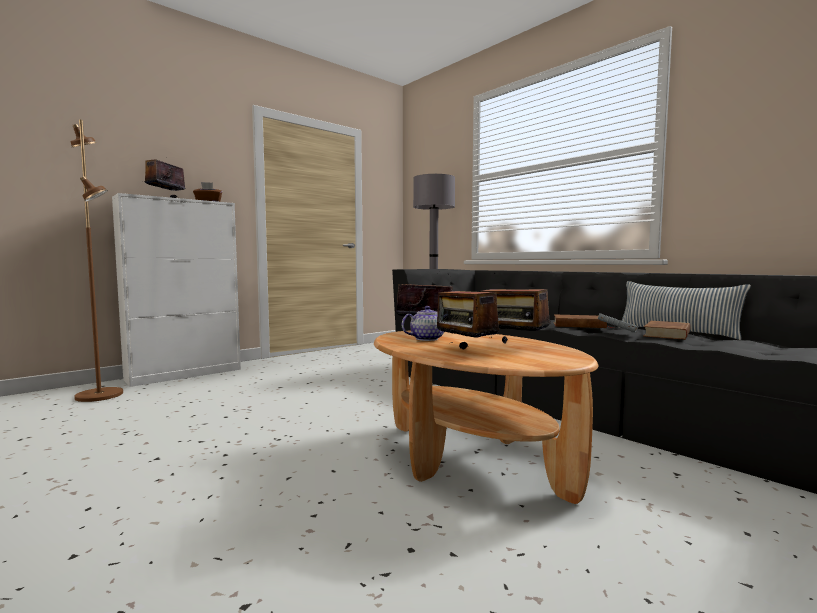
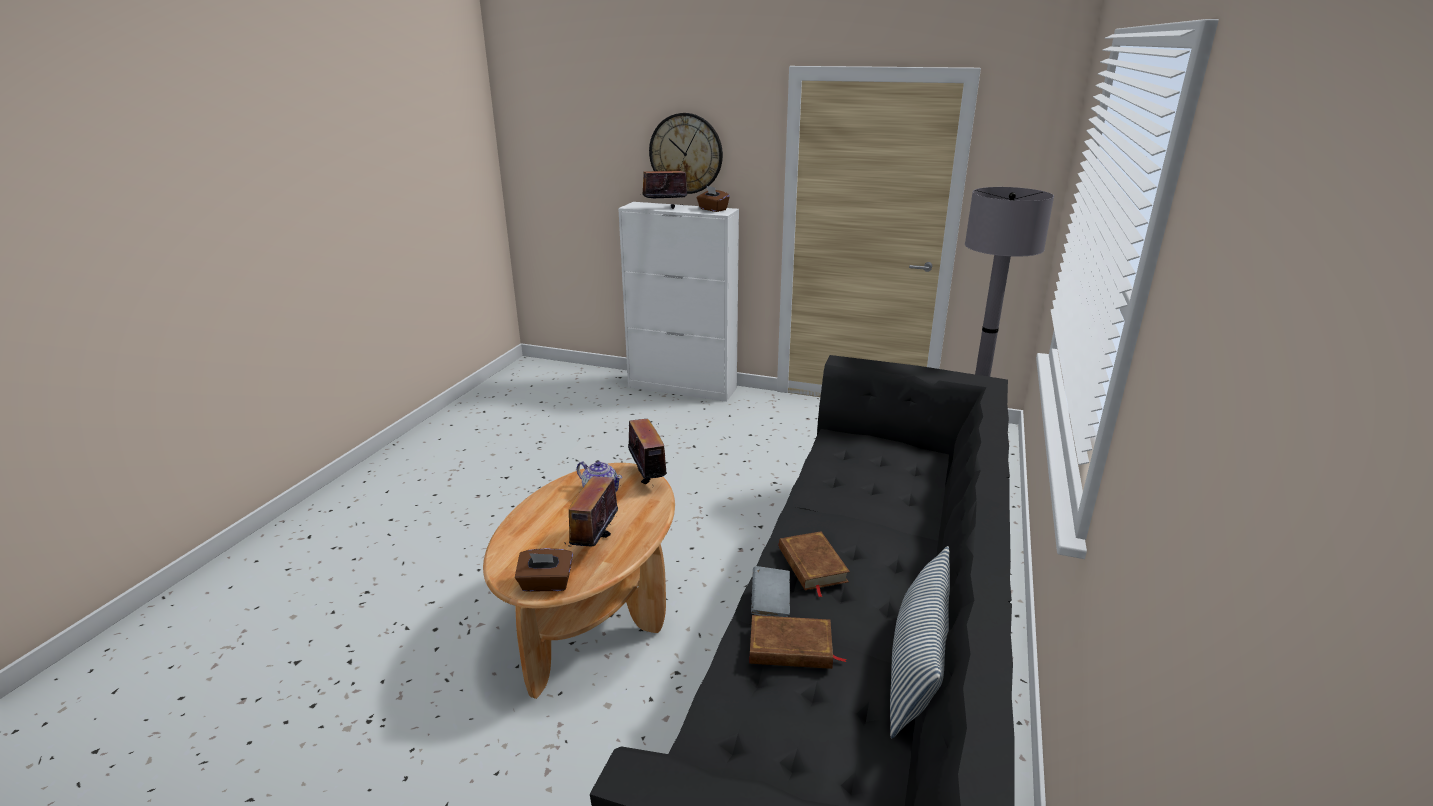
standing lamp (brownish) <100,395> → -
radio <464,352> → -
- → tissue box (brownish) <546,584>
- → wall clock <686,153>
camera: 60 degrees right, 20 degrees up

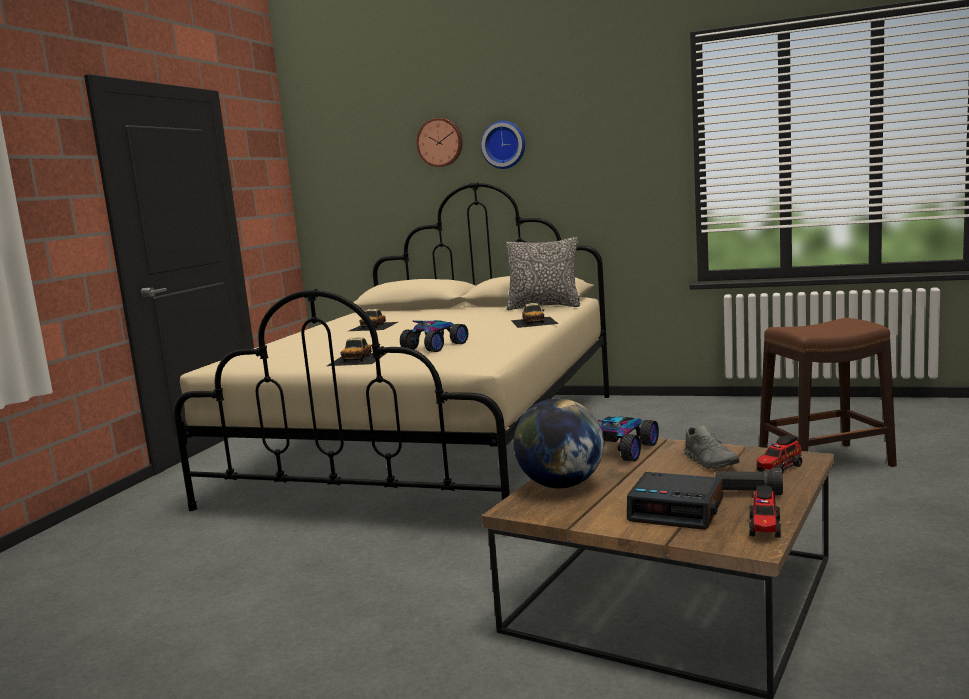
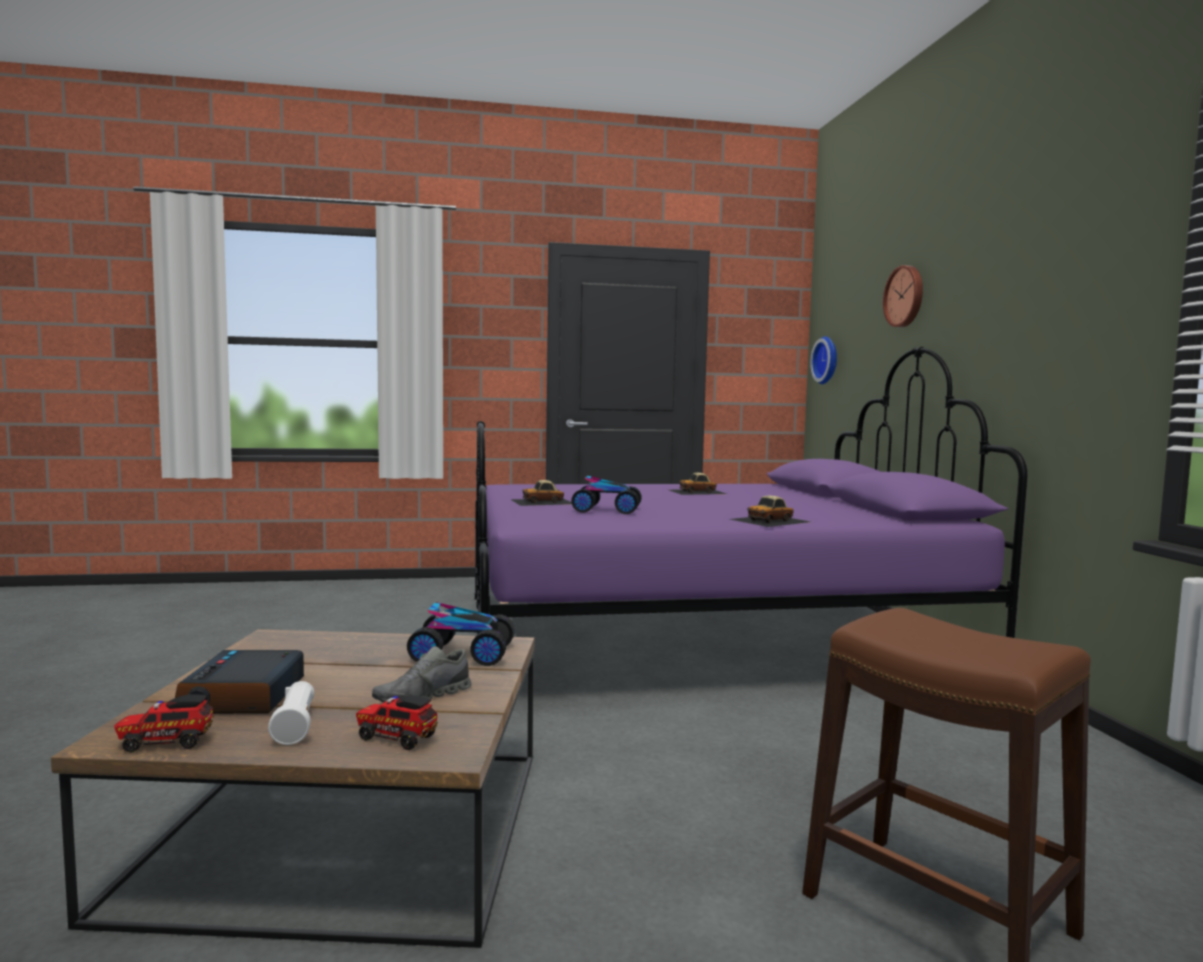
bedroom bed (beige) <433,446> → bedroom bed (purple) <701,638>
wall clock <504,145> → wall clock <827,360>, move
cushion <544,306> → -
globe <560,485> → -
torch (black-coloured) <748,493> → torch (white) <295,726>
camera: 60 degrees right, 5 degrees down

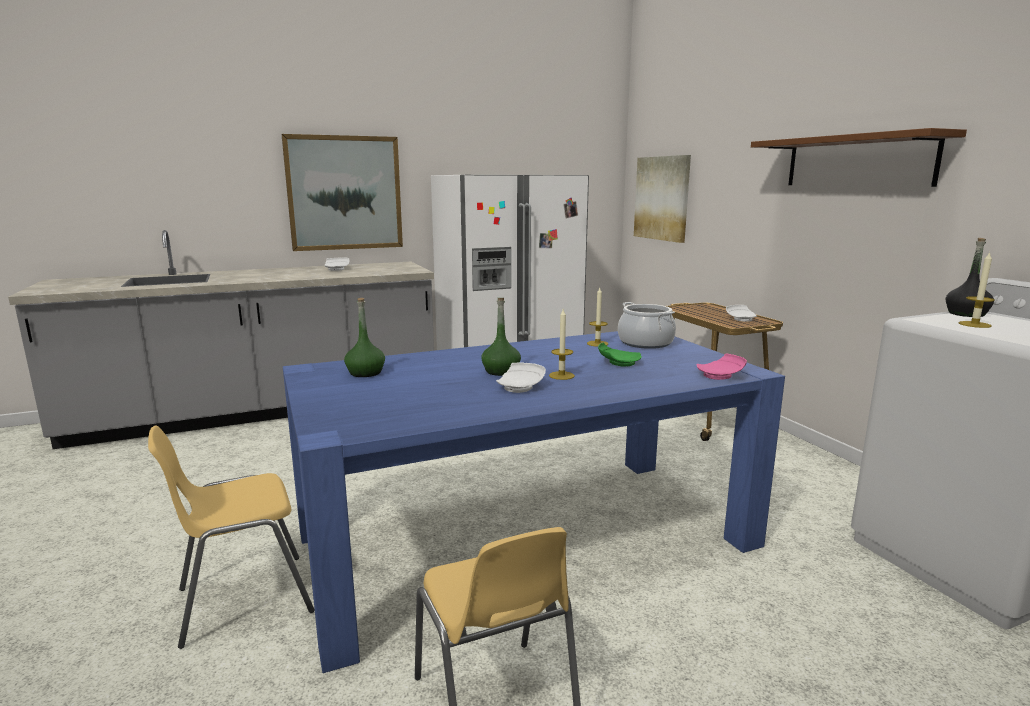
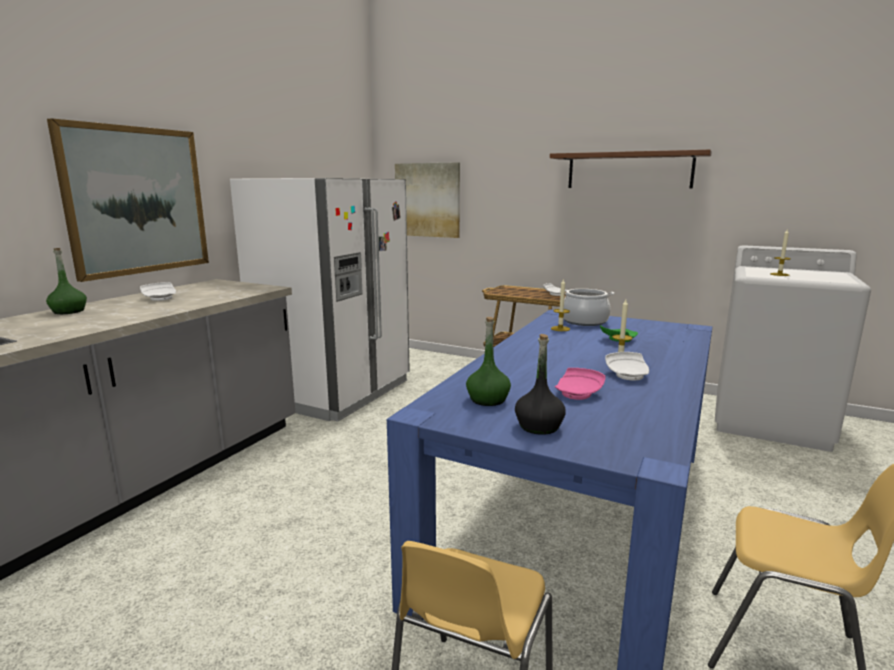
beverage bottle (green) <501,371> → beverage bottle (green) <68,311>, move
flat dish (pinkish) <721,376> → flat dish (pinkish) <578,393>, move
beverage bottle (black-coloured) <966,314> → beverage bottle (black-coloured) <539,426>, move
camera: 40 degrees left, 0 degrees up

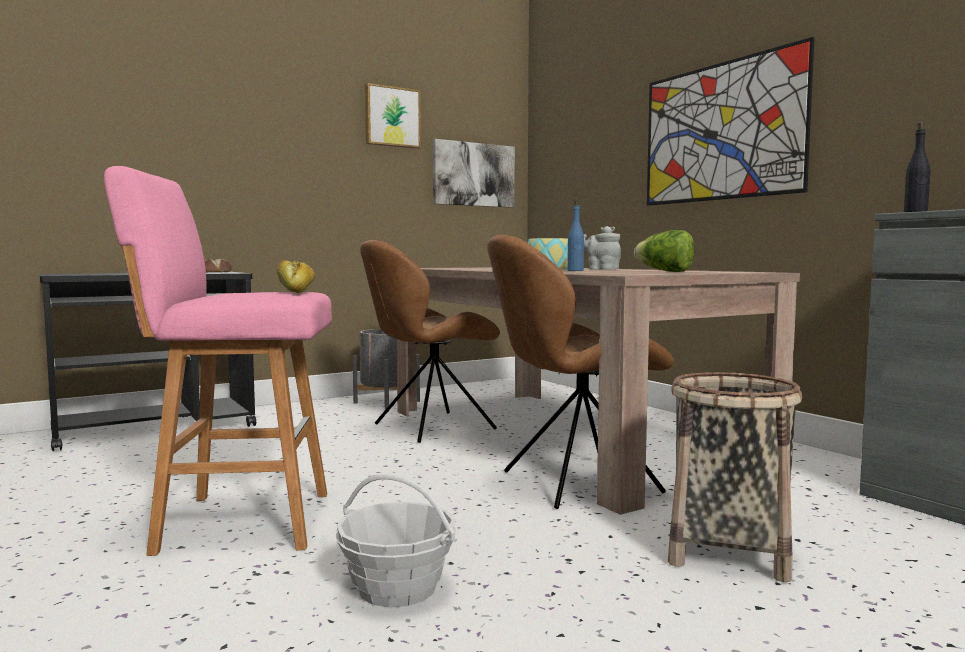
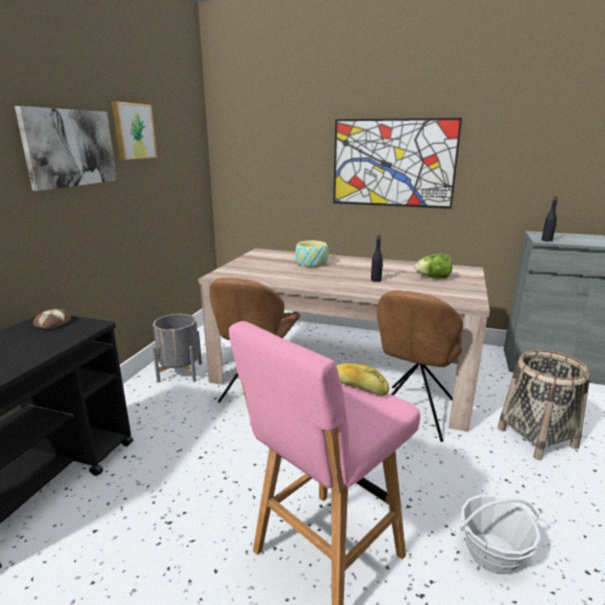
wall picture <473,174> → wall picture <70,148>, move
beverage bottle (blue-coloured) <575,270> → beverage bottle (black-coloured) <376,280>
teapot (gray) <601,269> → -
camera: 40 degrees left, 15 degrees up

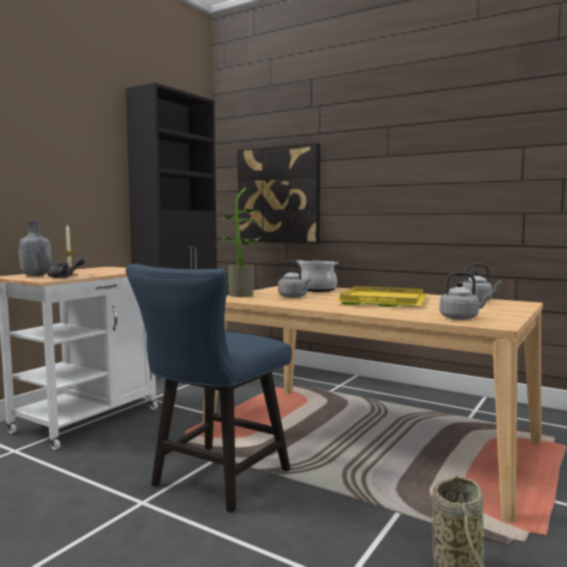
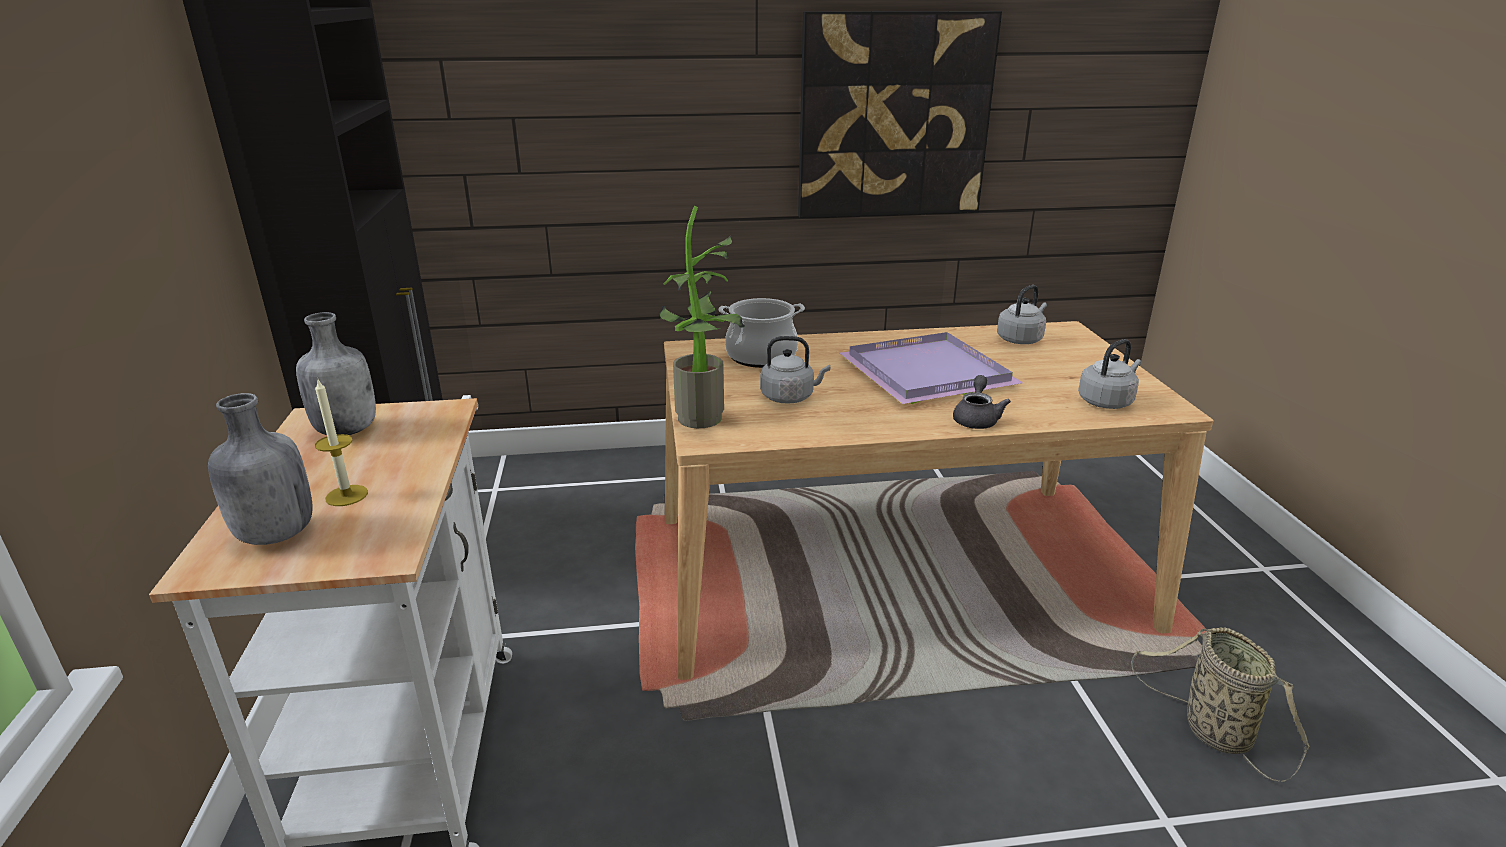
teapot (gray) <64,277> → teapot (gray) <976,419>, move
plain chair (blue-coloured) <214,481> → -
wall picture <278,195> → wall picture <894,117>, move
tray (yellow-coloured) <384,301> → tray (purple) <927,372>
- → beverage bottle (gray) <347,430>
camera: 40 degrees left, 20 degrees up

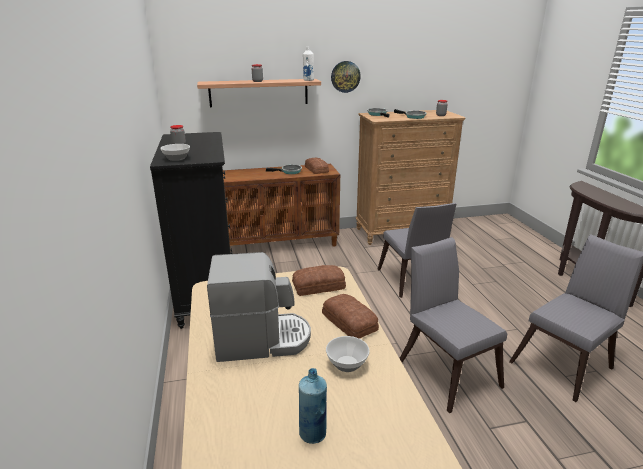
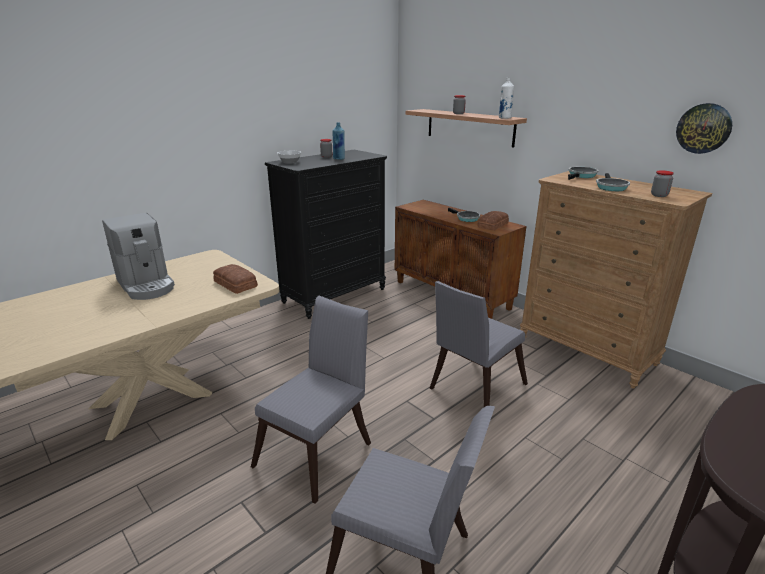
beverage bottle (blue-coloured) <313,433> → beverage bottle (blue-coloured) <339,159>, move
baked bread <349,321> → -
serving bowl <348,363> → -
wall clock <345,76> → wall clock <703,128>, move
camera: 60 degrees right, 0 degrees up

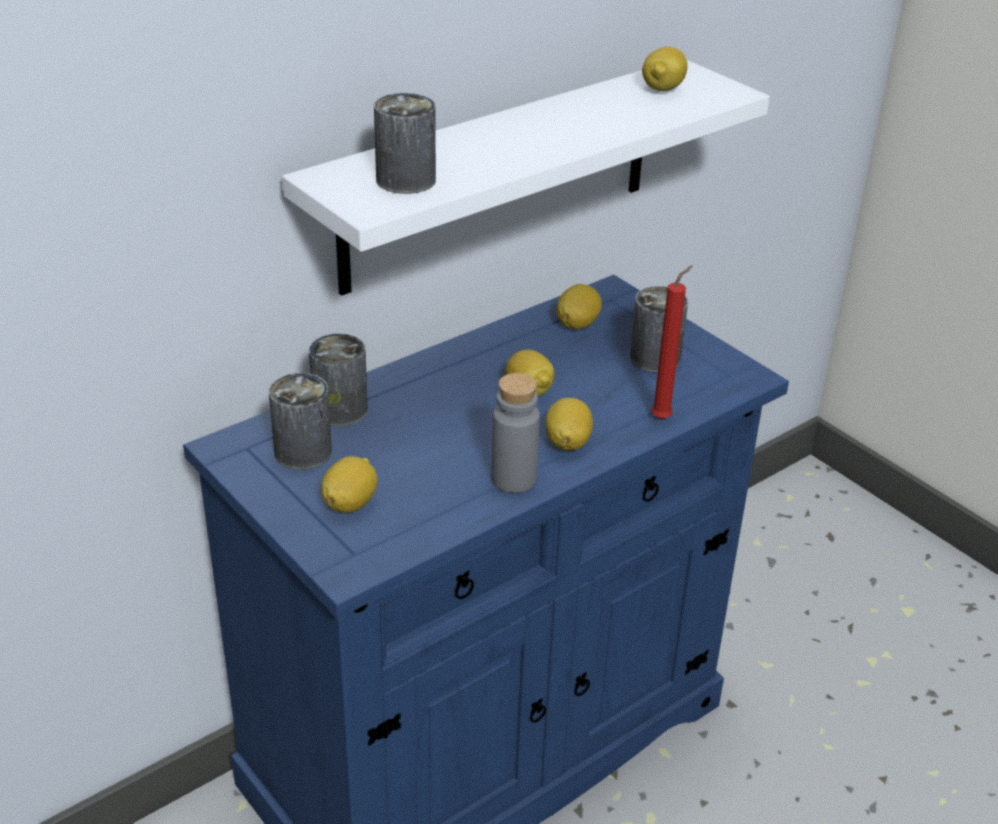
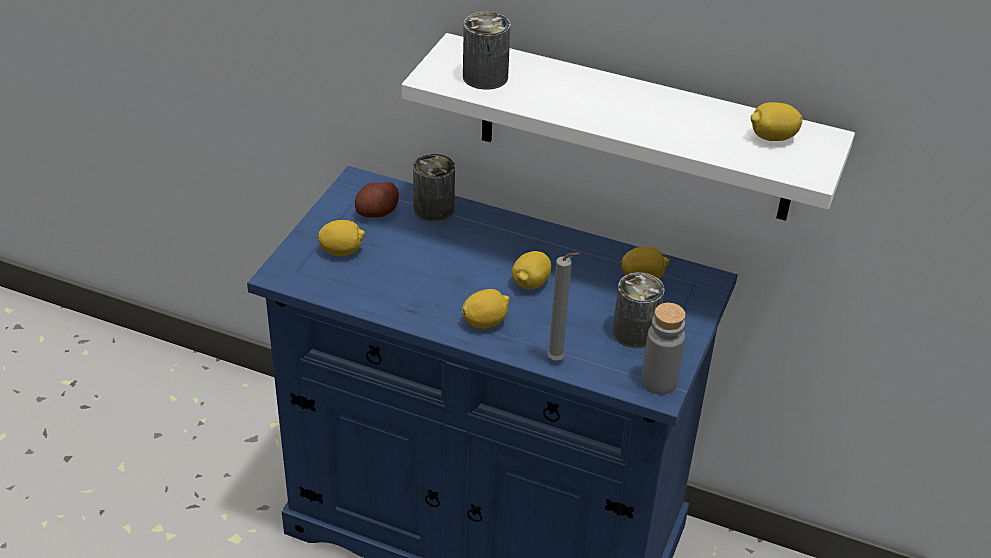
can <303,452> → whole potato <377,212>
beverage bottle (gray) <513,479> → beverage bottle (gray) <659,381>, move
candle (red) <663,418> → candle (gray) <558,360>
camera: 60 degrees right, 5 degrees up

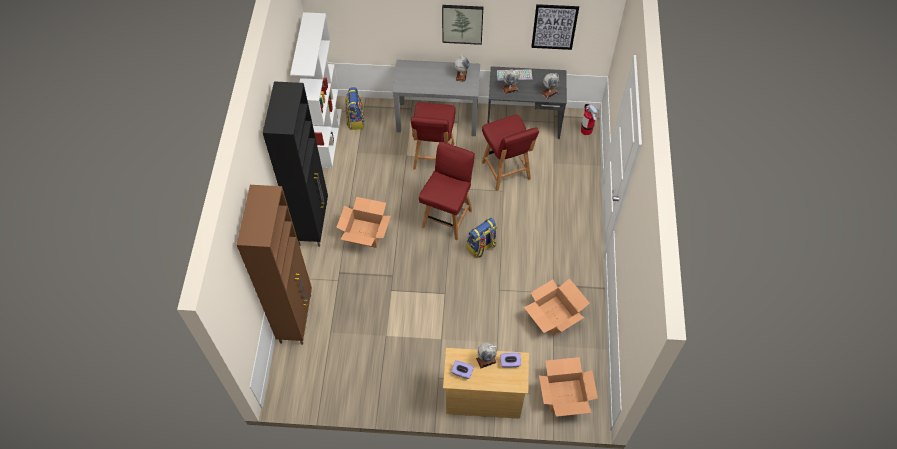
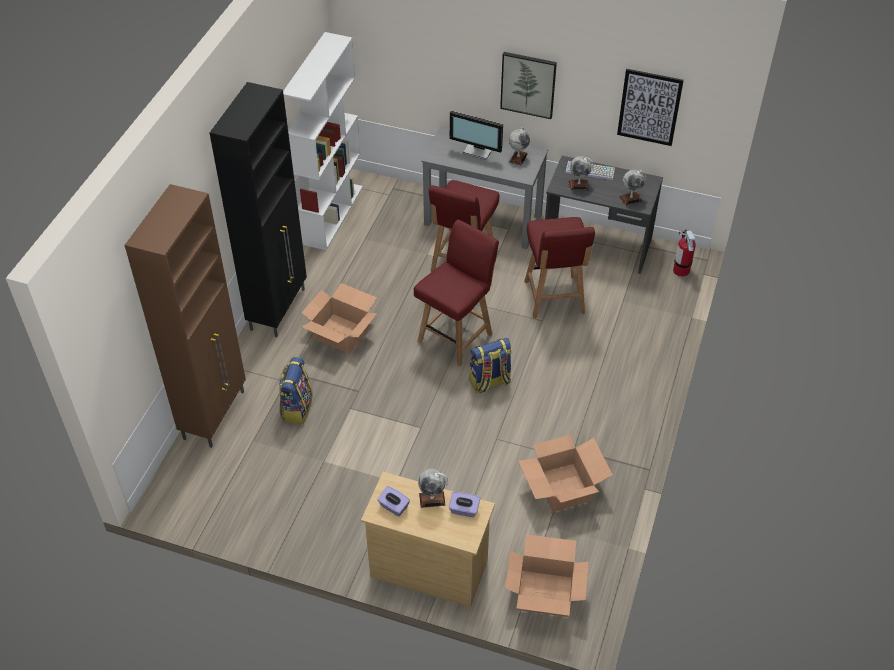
backpack <355,120> → backpack <296,407>, move
- → computer display <479,150>
camera: 15 degrees right, 10 degrees down

